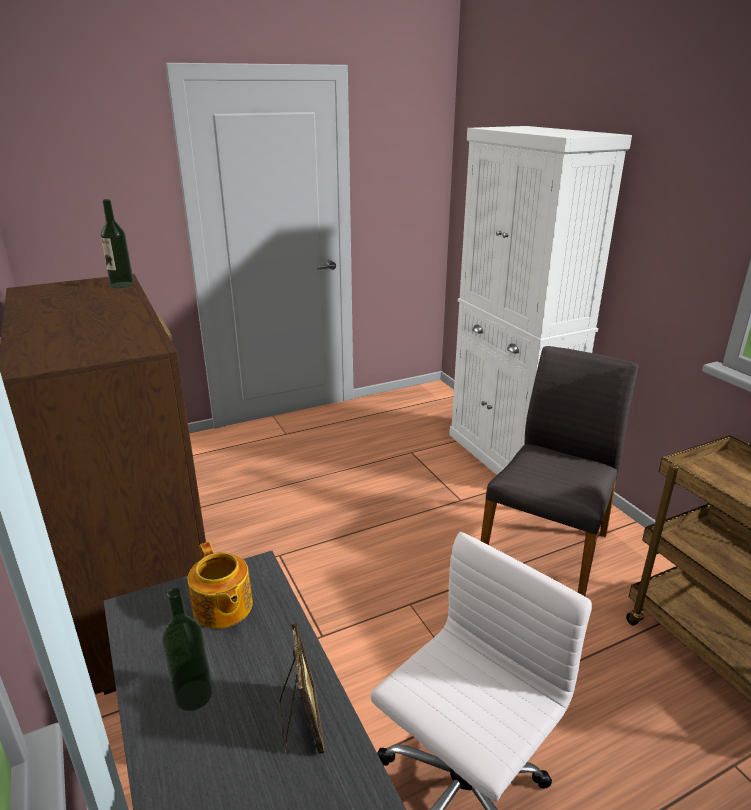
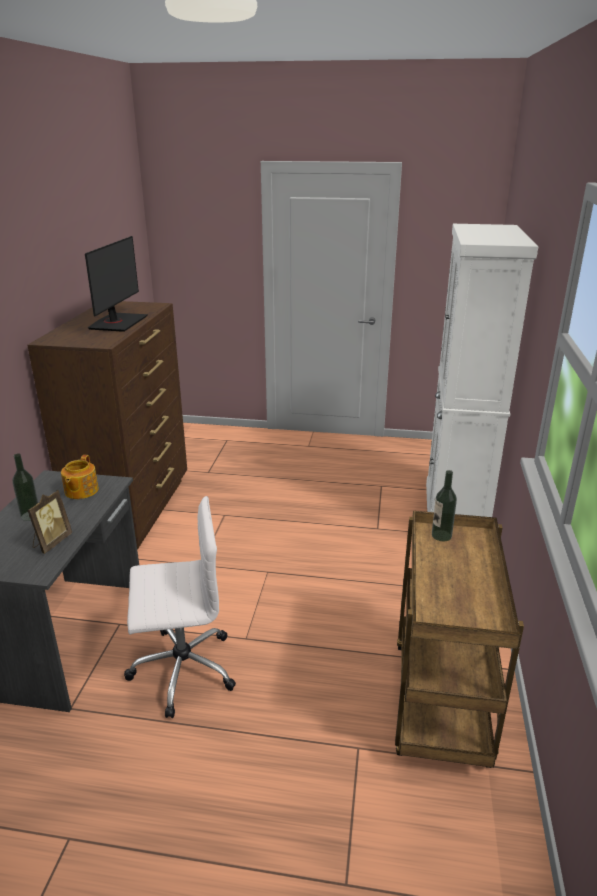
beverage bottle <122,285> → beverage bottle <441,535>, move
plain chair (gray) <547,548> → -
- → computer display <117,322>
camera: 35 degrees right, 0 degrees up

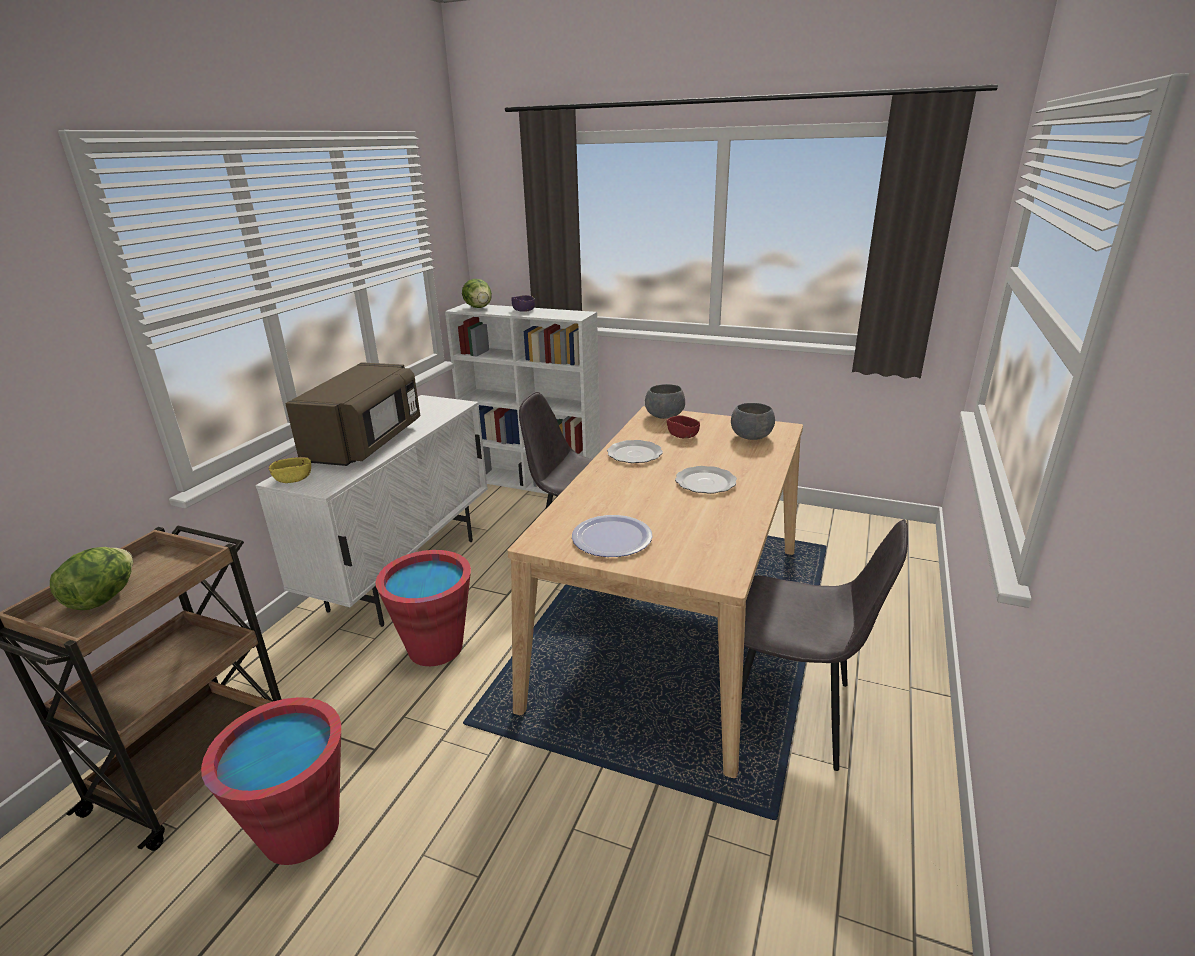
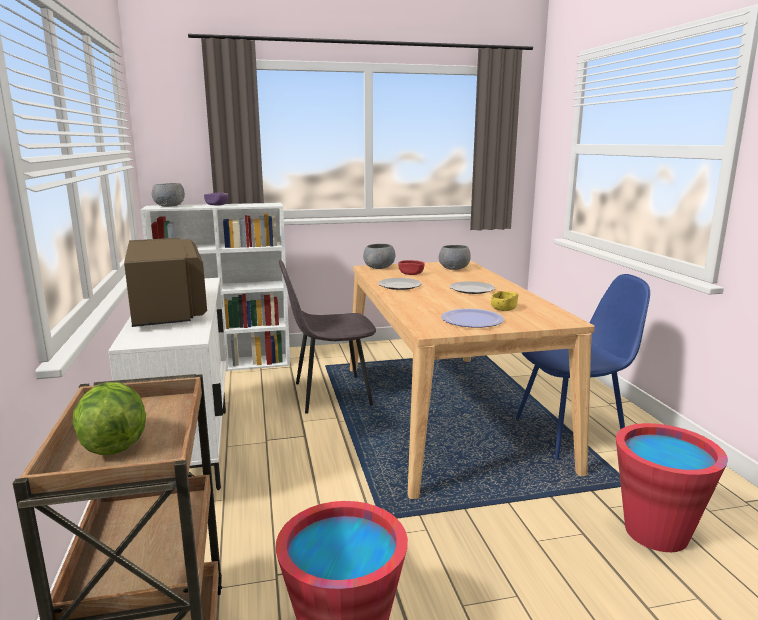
serving bowl (yellow-coloured) <293,479> → serving bowl (yellow-coloured) <503,309>, move
pail (red) <435,648> → pail (red) <656,532>, move
head of lettuce <479,308> → serving bowl (gray) <169,206>
plain chair (gray) <792,712> → plain chair (blue-coloured) <572,434>
camera: 35 degrees left, 10 degrees down

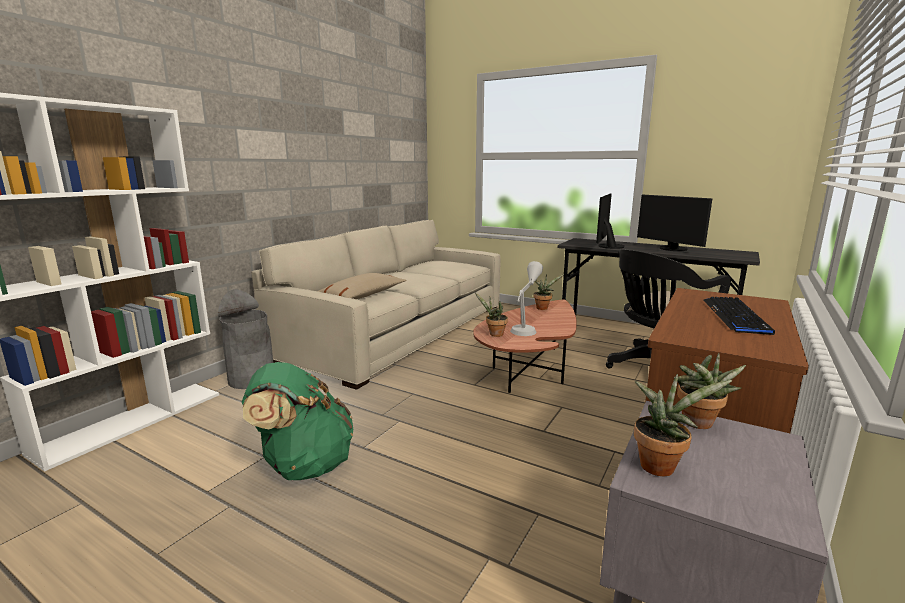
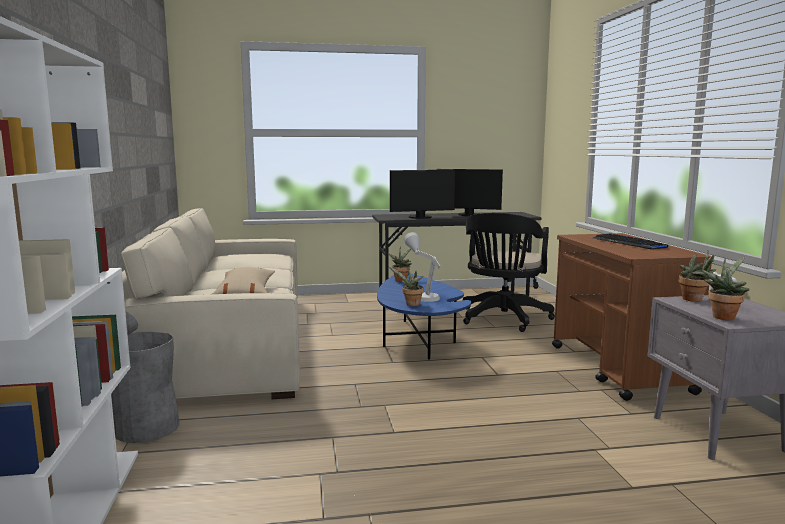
backpack (green) <304,465> → -
low table (brownish) <529,372> → low table (blue-coloured) <417,341>
computer display <608,246> → computer display <421,217>, 90 degrees counterclockwise
camera: 40 degrees left, 5 degrees down

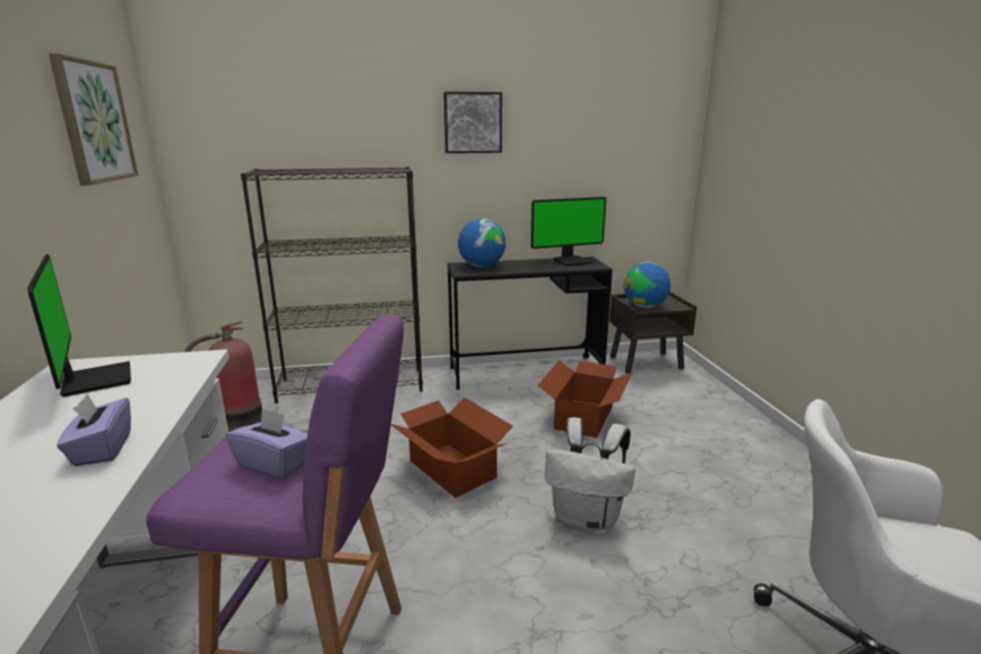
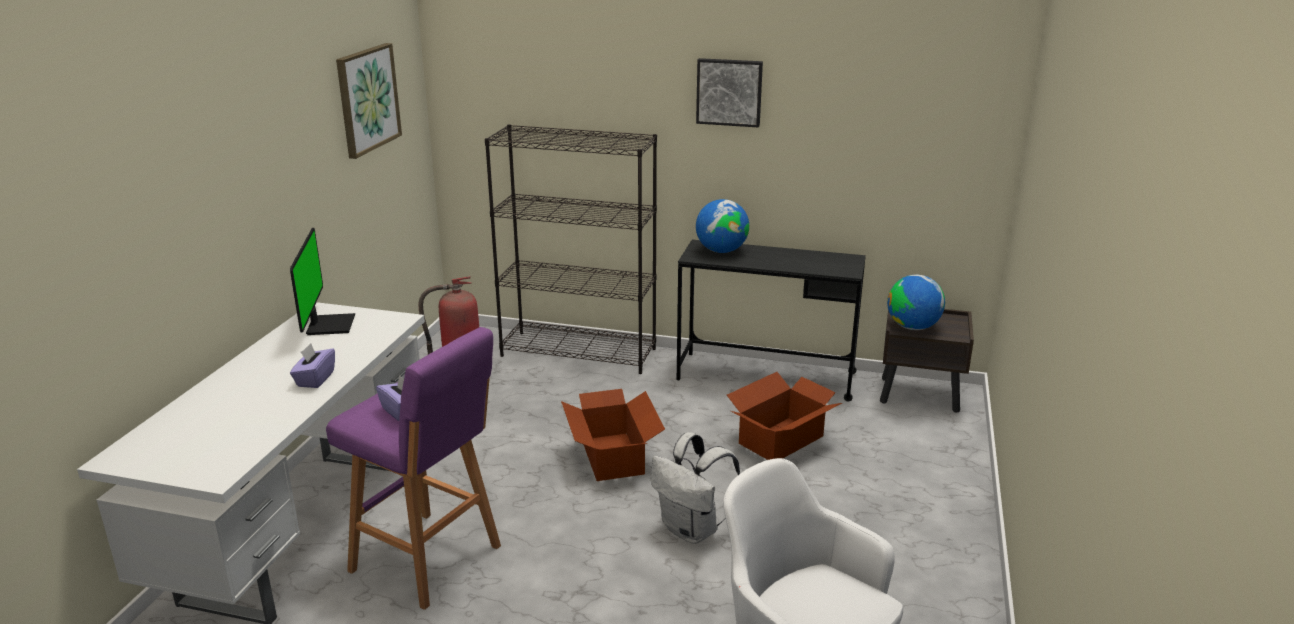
computer display <571,261> → -
camera: 25 degrees right, 5 degrees up

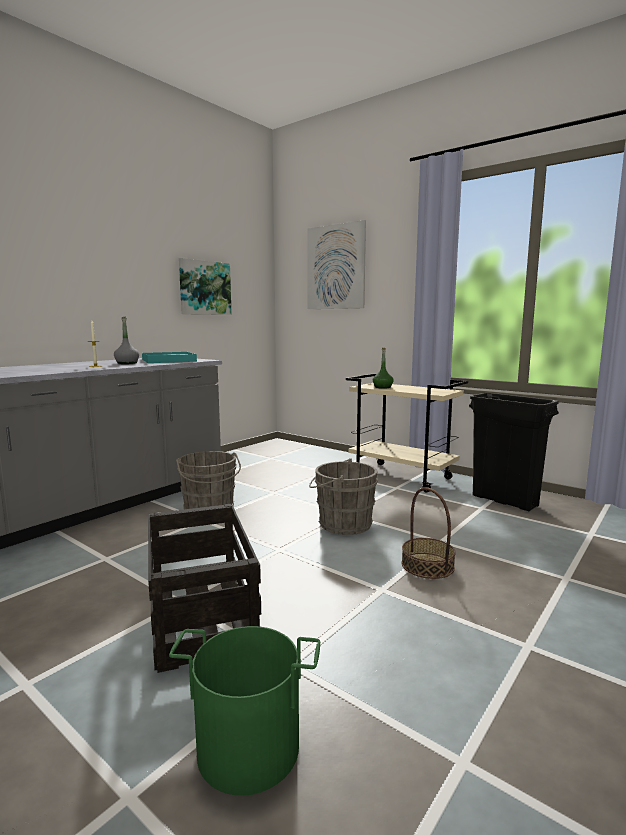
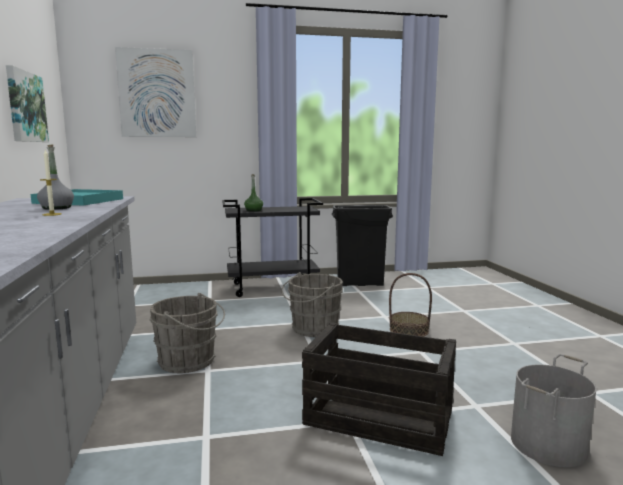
pail (green) <248,749> → pail (gray) <549,445>
wheeled cart (beige) <402,477> → wheeled cart (black-coloured) <273,288>
camera: 50 degrees left, 0 degrees up

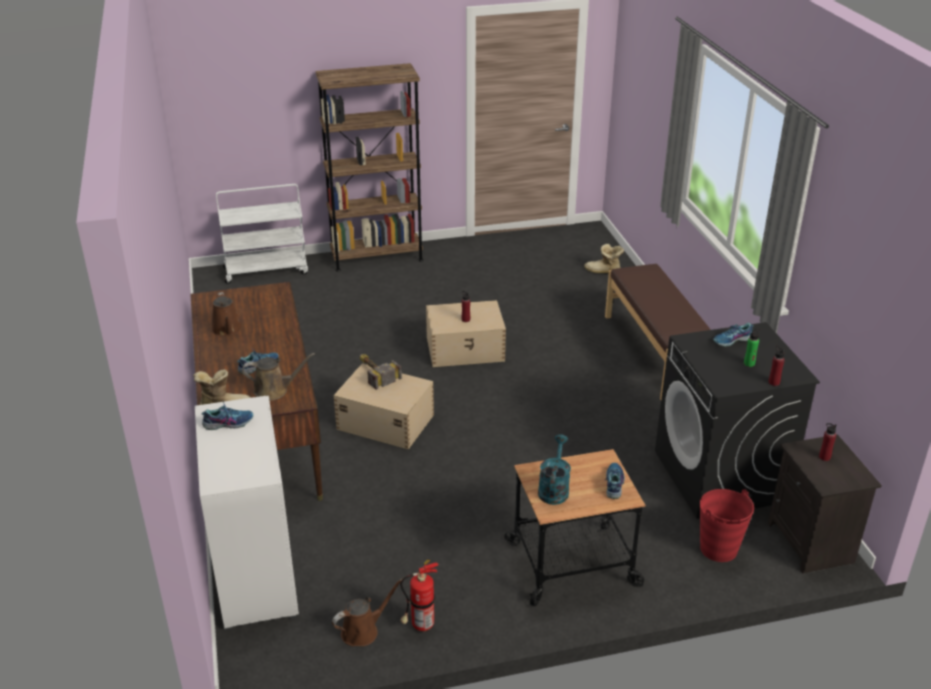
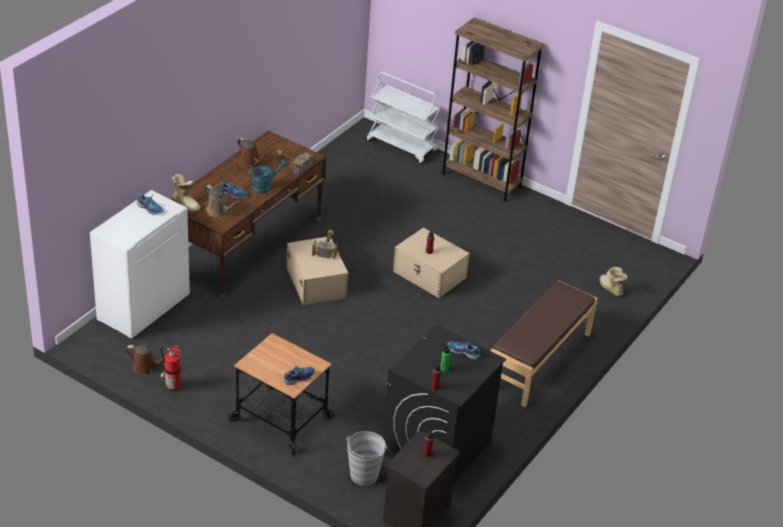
watering pot (brownish) <227,330> → watering pot (brownish) <251,163>, 75 degrees counterclockwise
watering pot (turquoise) <554,488> → watering pot (turquoise) <265,186>, move
pail (red) <718,549> → pail (gray) <364,475>
- → hammer <291,162>
camera: 45 degrees right, 5 degrees up

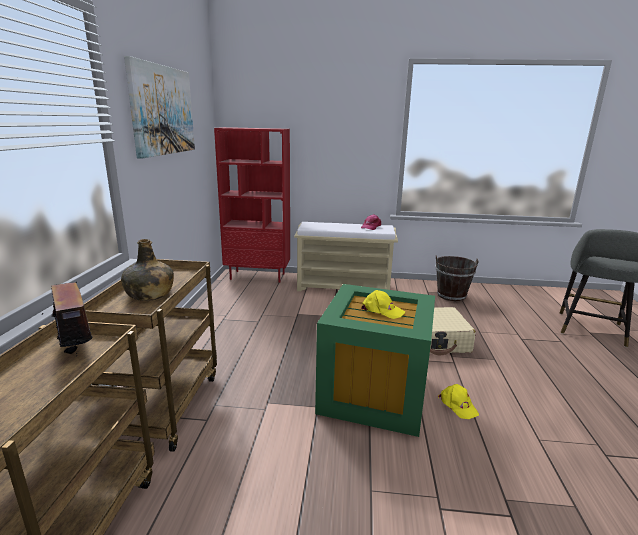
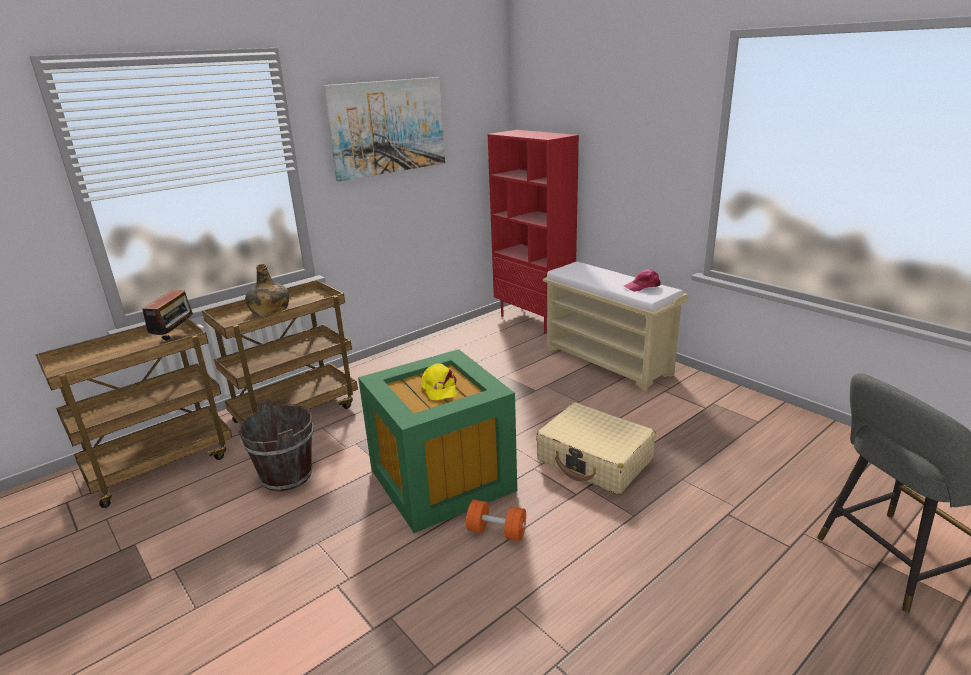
pail (brownish) <451,295> → pail (brownish) <287,476>, move
cap (yellow-coloured) <458,405> → hand weight (orange) <496,531>
camera: 45 degrees right, 5 degrees up

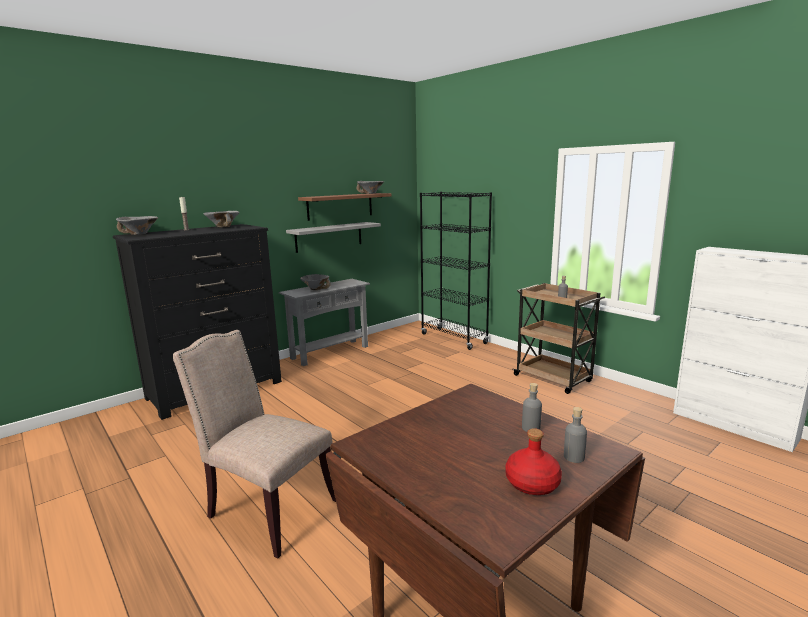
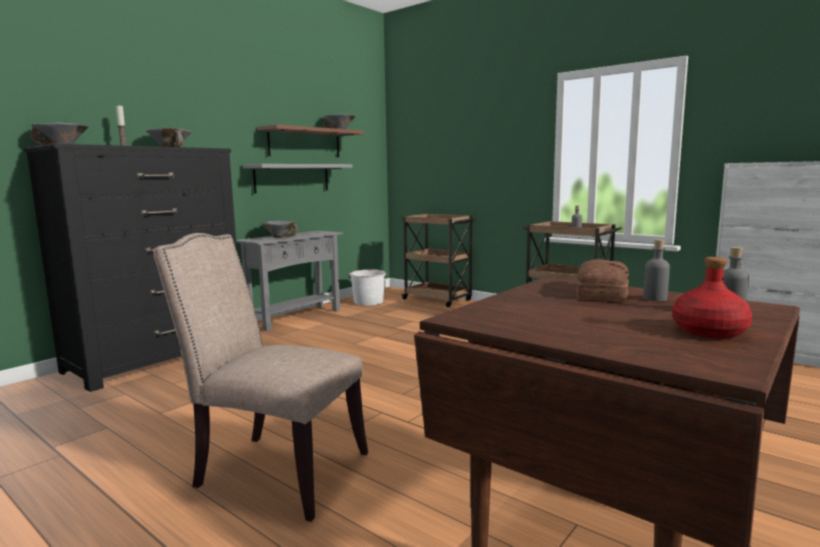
shelving unit (black-coloured) <454,339> → wheeled cart (brownish) <438,300>
- → pail (white) <368,302>
- → baked bread <600,292>
camera: 10 degrees left, 5 degrees down

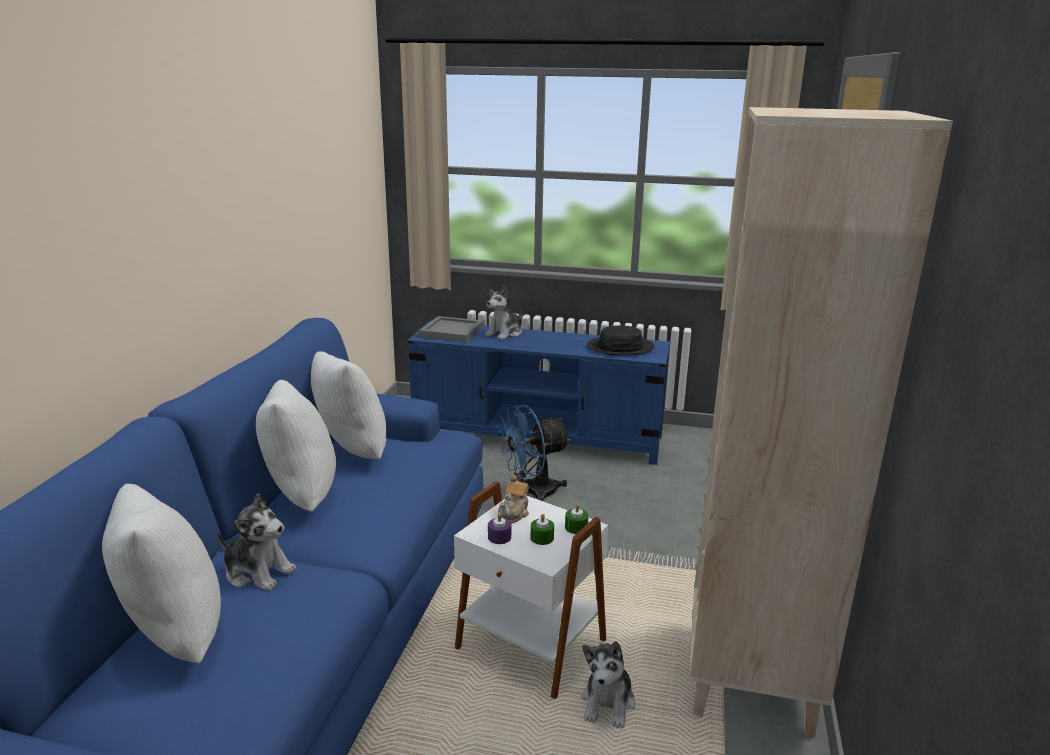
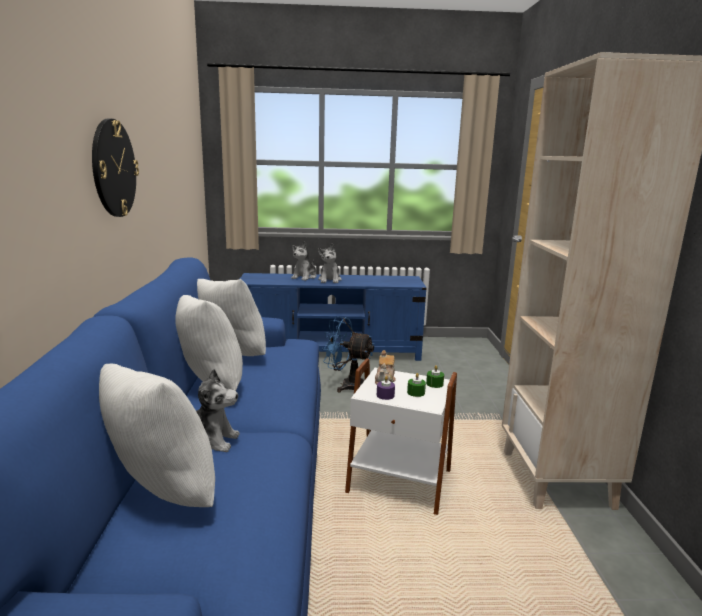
tray (gray) <451,331> → -
fan (blue-coloured) <533,492> → fan (blue-coloured) <347,385>, 60 degrees clockwise
plush toy <608,703> → plush toy <330,280>, move
wearable hat (black-coloured) <620,347> → -
- → wall clock <113,168>
camera: 15 degrees left, 5 degrees down

